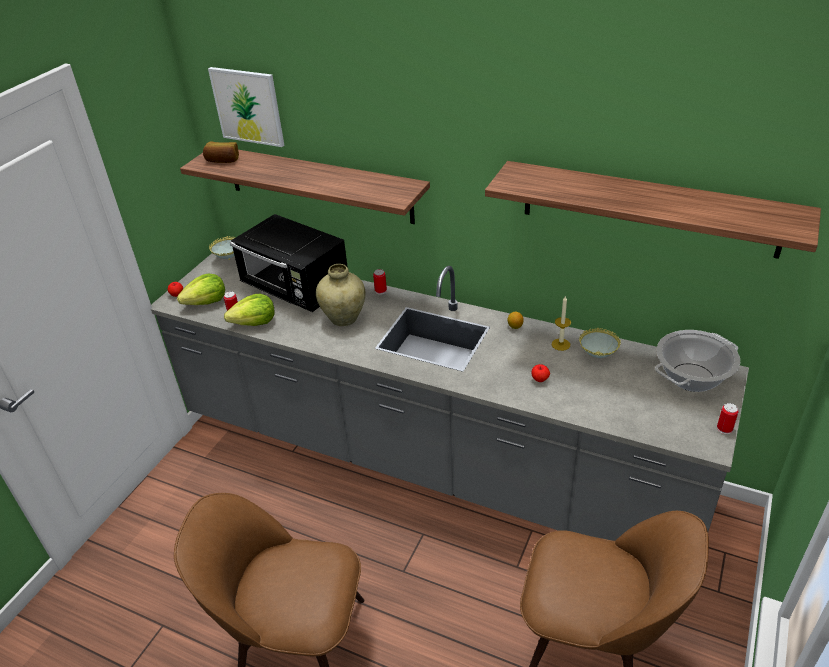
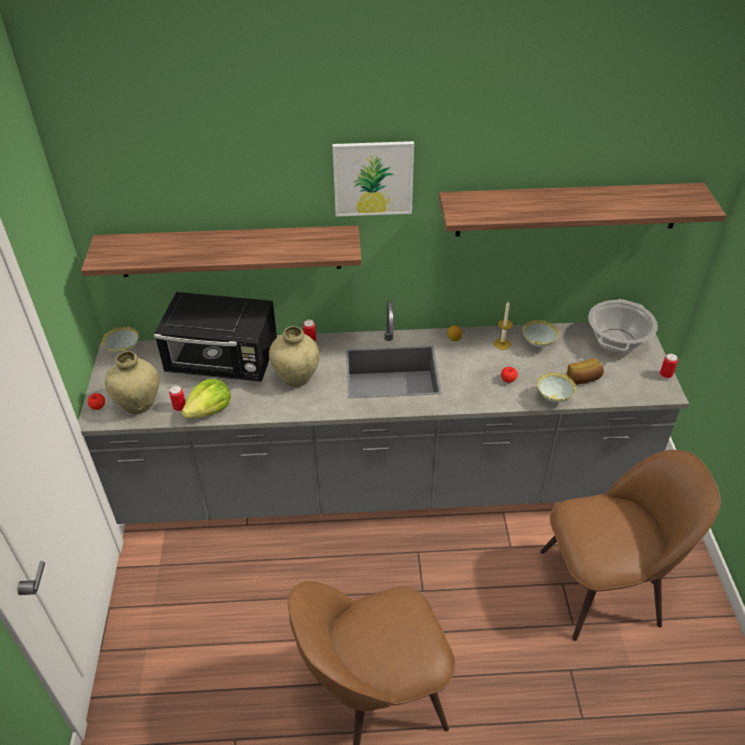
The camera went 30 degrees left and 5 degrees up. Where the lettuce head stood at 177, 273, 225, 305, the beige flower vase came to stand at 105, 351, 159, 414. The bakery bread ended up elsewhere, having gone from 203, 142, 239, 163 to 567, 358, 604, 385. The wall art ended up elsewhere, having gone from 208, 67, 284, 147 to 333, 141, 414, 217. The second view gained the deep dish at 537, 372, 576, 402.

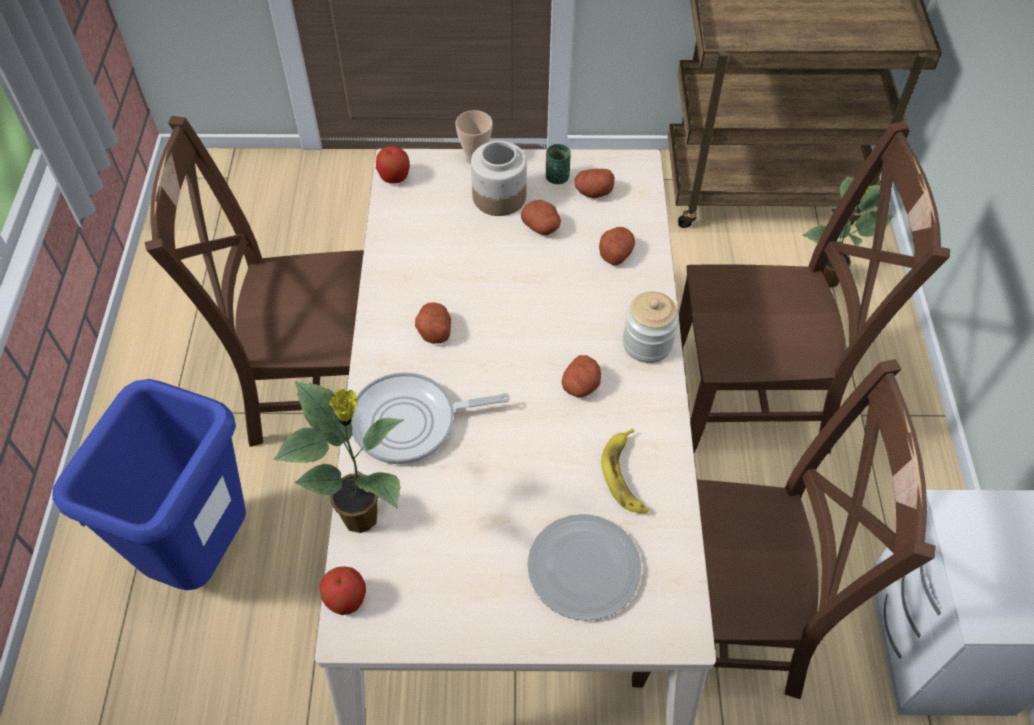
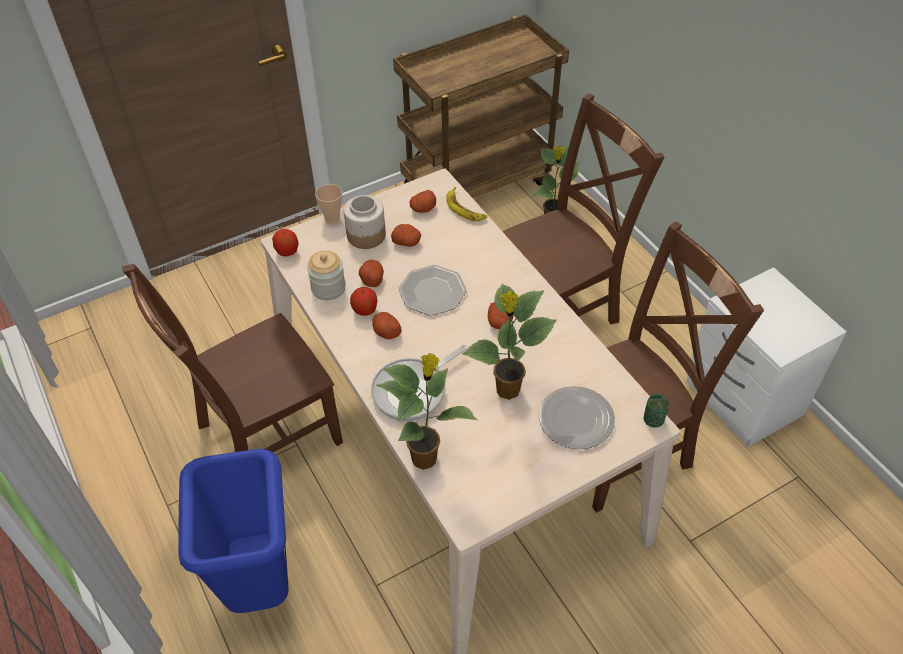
The camera went 30 degrees left and 5 degrees down. The apple ended up elsewhere, having gone from 319, 566, 366, 615 to 350, 287, 378, 316. The green drinking cup ended up elsewhere, having gone from 546, 144, 571, 184 to 644, 394, 669, 428. The spud ended up elsewhere, having gone from 599, 227, 635, 265 to 359, 260, 384, 287. The banana fruit ended up elsewhere, having gone from 601, 428, 649, 513 to 446, 187, 487, 221. The storage jar ended up elsewhere, having gone from 623, 291, 679, 363 to 307, 251, 346, 300. The second view gained the dinner plate at 399, 265, 467, 316. The second view gained the plant in a pot at 462, 284, 557, 400.

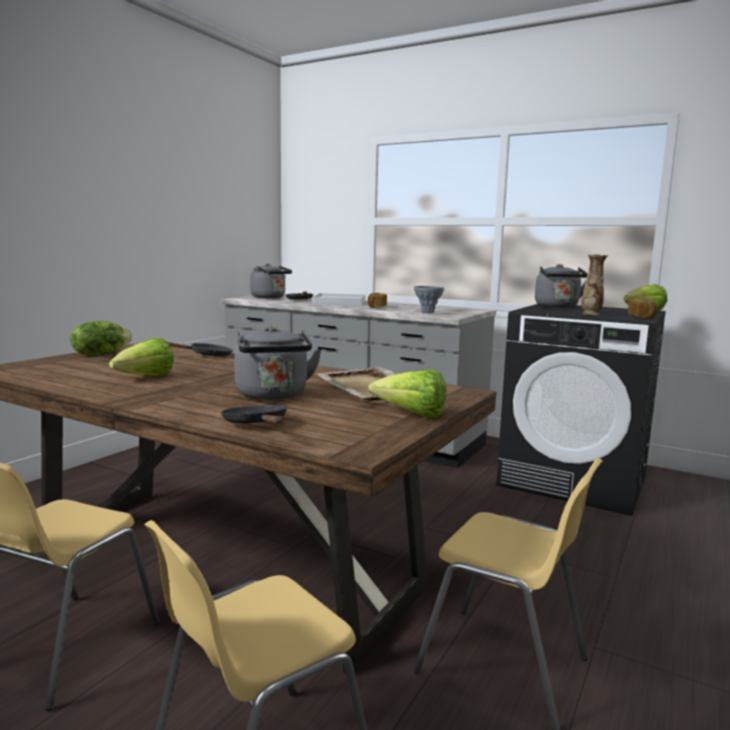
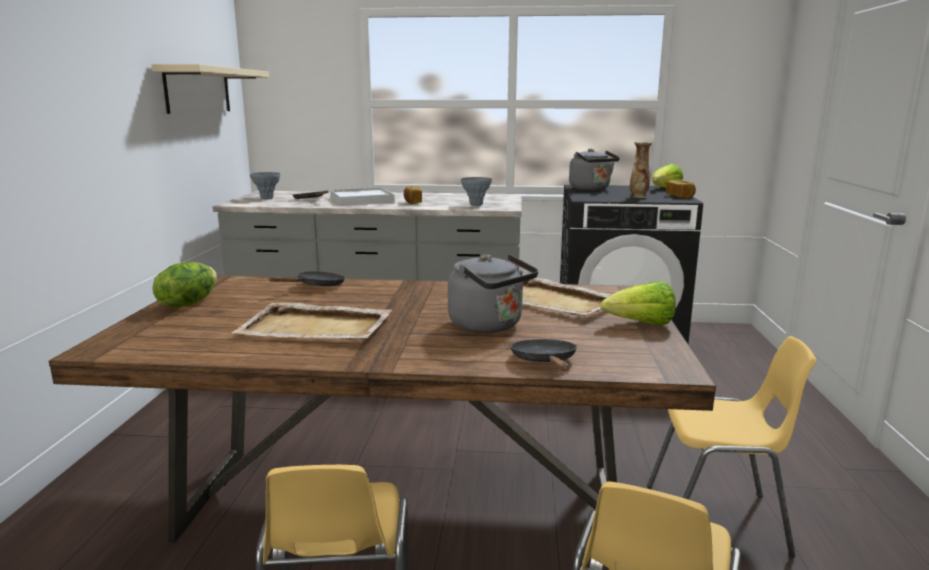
The camera went 25 degrees left and 5 degrees up. Where the lettuce head stood at 109, 338, 174, 376, the beige tray came to stand at 232, 303, 392, 339. The black pan at 221, 405, 287, 423 ended up facing another way, 45 degrees clockwise from before. Where the gray water kettle stood at 250, 263, 292, 298, the gray flower vase came to stand at 250, 172, 280, 199. The second view gained the beige shelf at 151, 64, 269, 114.

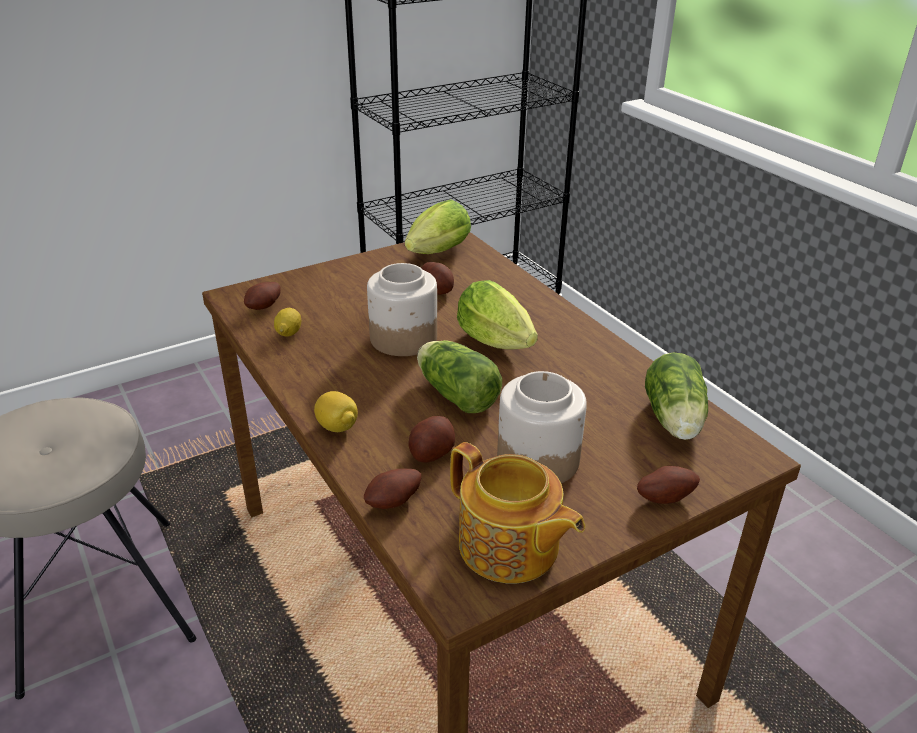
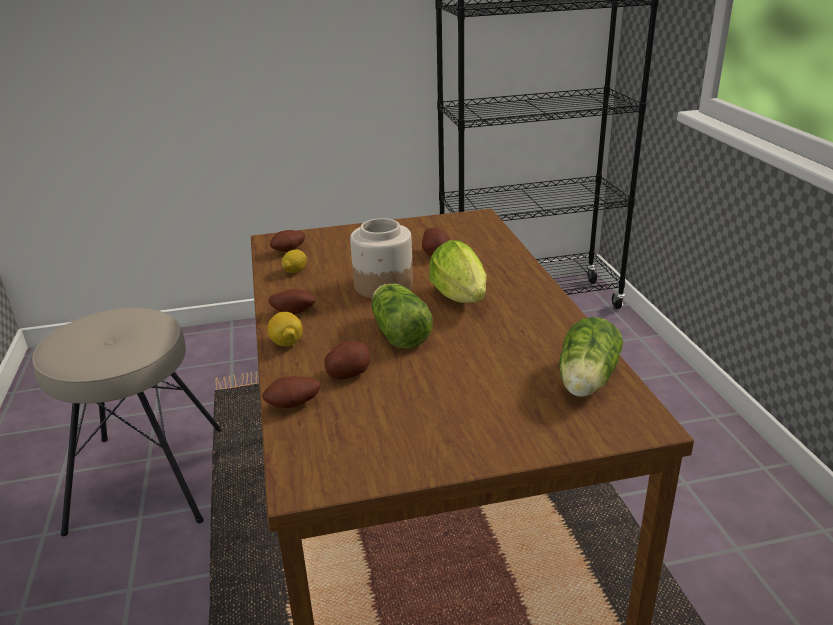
The camera went 20 degrees right and 5 degrees down. The second view lost the lettuce head at 405, 199, 471, 254. The second view lost the pot for tea at 450, 442, 585, 583. The second view lost the storage jar at 497, 371, 587, 483. The spud ended up elsewhere, having gone from 637, 466, 700, 504 to 268, 289, 316, 314.

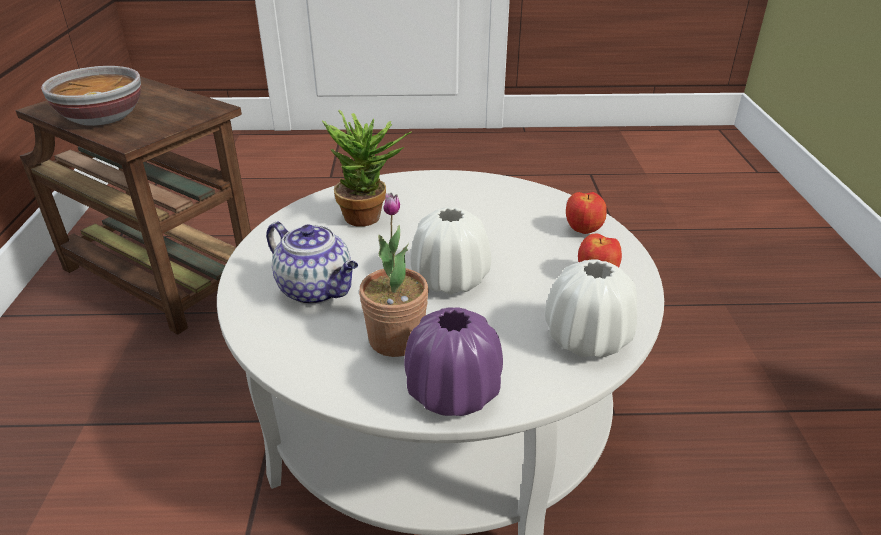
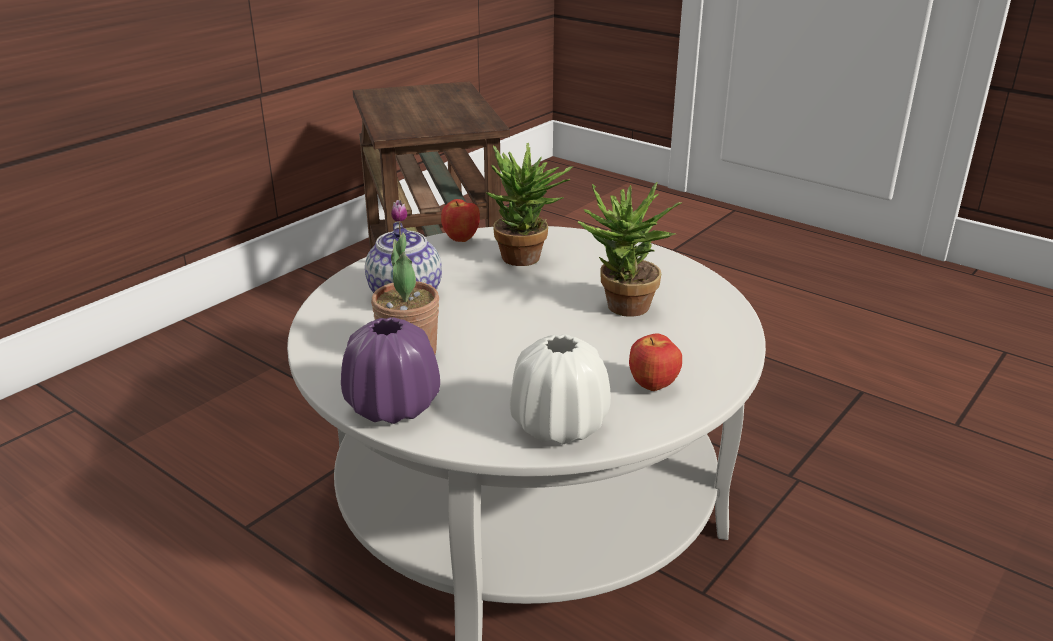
The camera went 40 degrees right and 5 degrees down. The second view lost the deep dish at 41, 66, 141, 126. The second view lost the white-coloured flower vase at 410, 207, 491, 295. The apple ended up elsewhere, having gone from 566, 192, 607, 234 to 441, 199, 480, 242. The second view gained the plant in a pot at 578, 182, 682, 317.

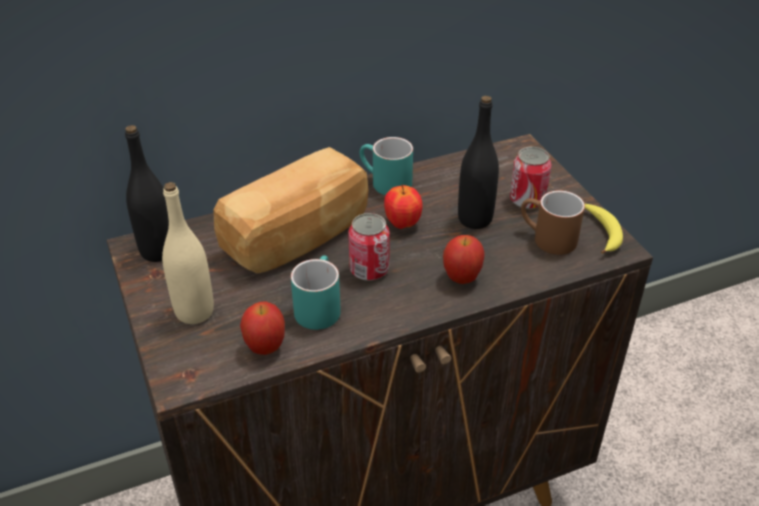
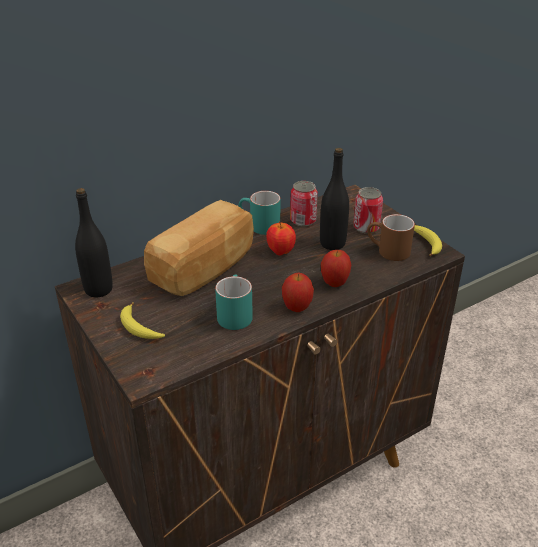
The camera went 10 degrees left and 5 degrees down. Where the beige bottle stood at 162, 182, 214, 324, the banana fruit came to stand at 120, 302, 165, 339. The apple ended up elsewhere, having gone from 240, 301, 285, 355 to 282, 273, 314, 312. The metal can ended up elsewhere, having gone from 348, 213, 390, 281 to 290, 181, 318, 226.

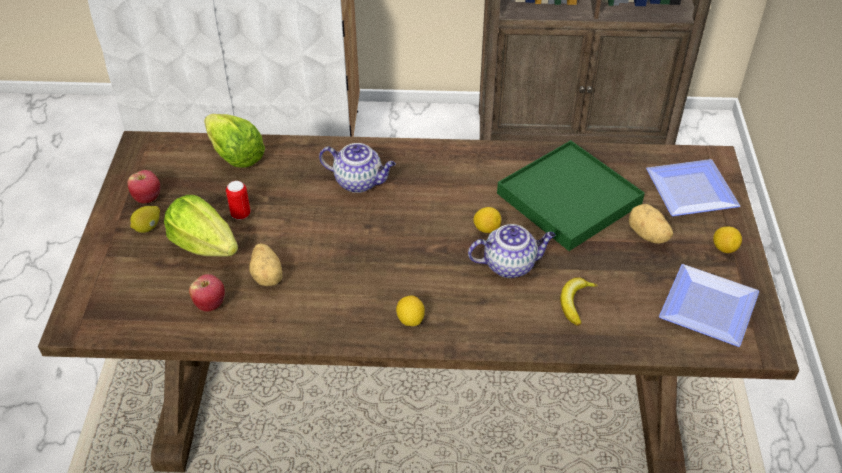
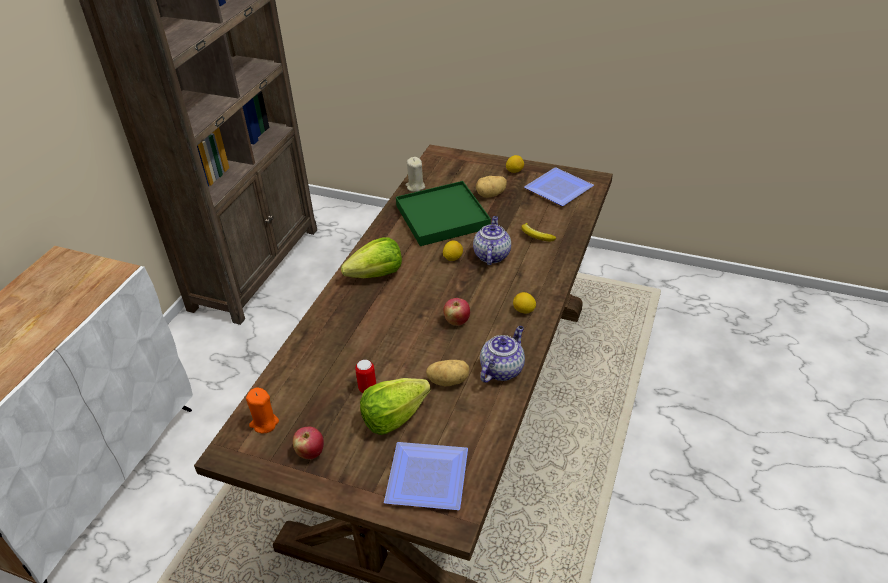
The camera went 70 degrees left and 5 degrees down. The second view lost the citrus fruit at 130, 206, 160, 233. The apple ended up elsewhere, having gone from 189, 274, 225, 312 to 443, 298, 470, 326. The lettuce head ended up elsewhere, having gone from 204, 114, 265, 168 to 341, 237, 402, 278. The pot for tea ended up elsewhere, having gone from 319, 143, 396, 193 to 480, 326, 525, 383. The dinner plate ended up elsewhere, having gone from 646, 159, 740, 216 to 384, 442, 468, 510. The second view gained the orange candle at 246, 388, 279, 433. The second view gained the beige candle at 406, 157, 425, 192.

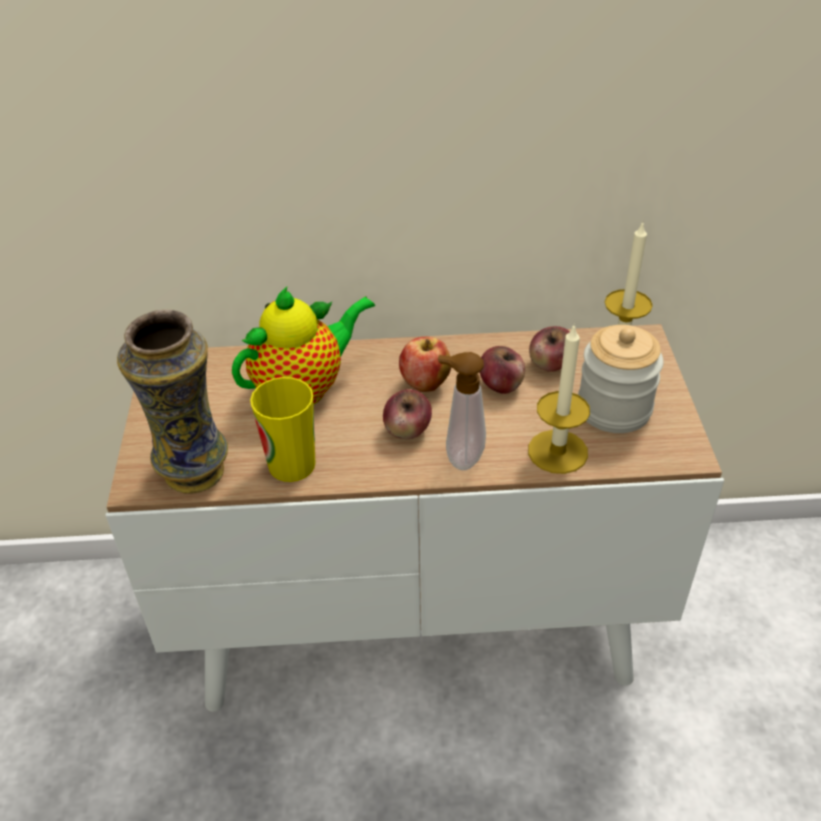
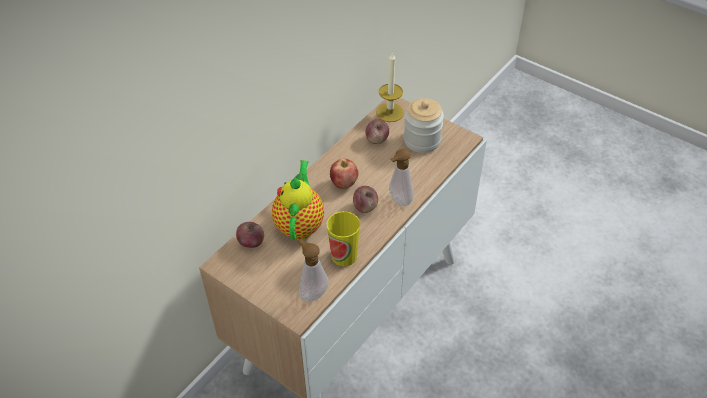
The camera went 50 degrees left and 5 degrees up. Where the flower vase stood at 117, 309, 228, 494, the liquid soap bottle came to stand at 298, 239, 329, 301. The apple ended up elsewhere, having gone from 480, 346, 525, 394 to 236, 222, 264, 248. The second view lost the candle at 528, 323, 590, 474.

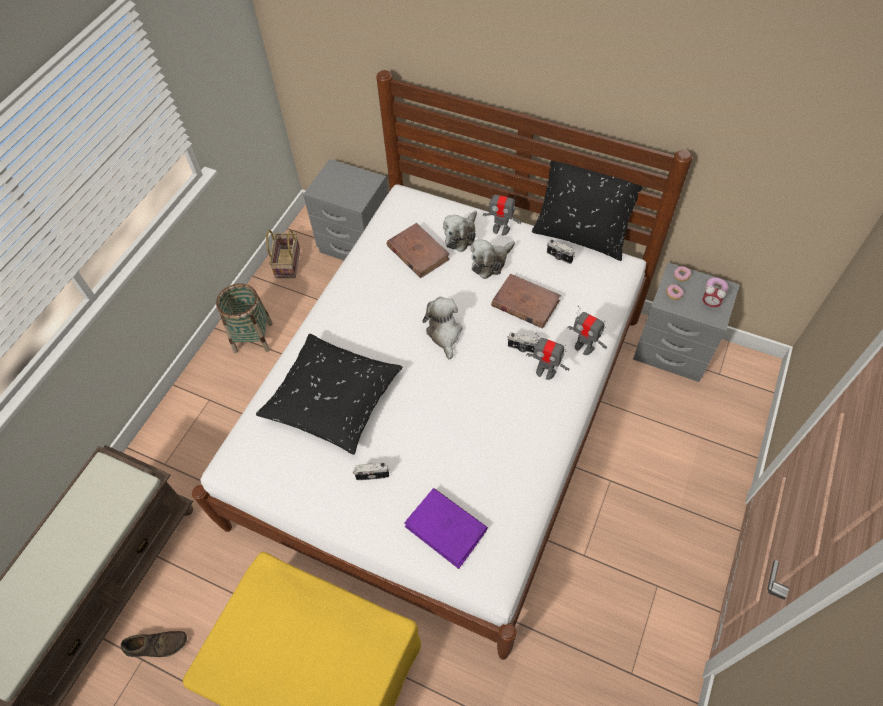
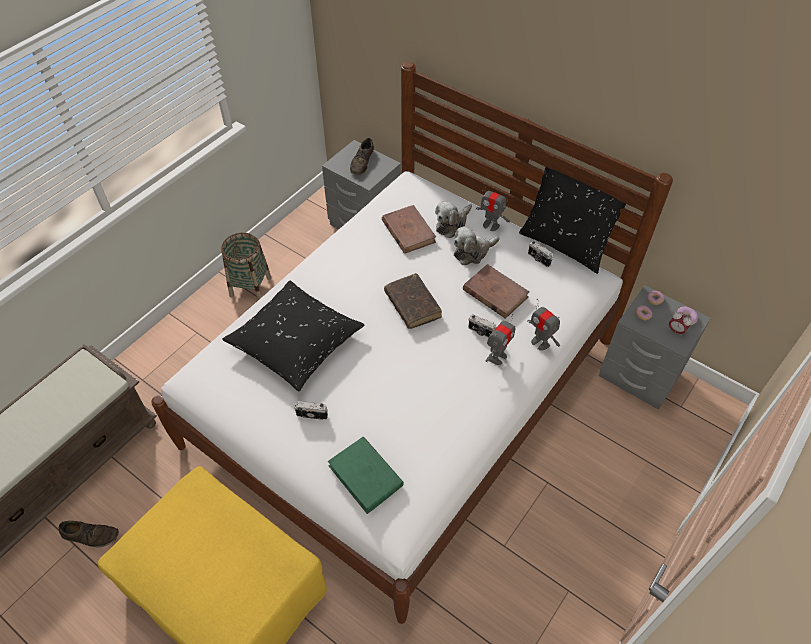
The camera went 10 degrees right and 5 degrees down. The second view lost the basket at 266, 230, 300, 278. What was the purple-coloured volume at 404, 488, 488, 569 turned into the green volume at 328, 437, 404, 514. Where the soft toy stood at 422, 297, 462, 359, the brown-coloured volume came to stand at 384, 273, 442, 329. The toy robot at 526, 333, 569, 380 ended up facing another way, 90 degrees counterclockwise from before. The second view gained the brown-coloured item of footwear at 350, 138, 374, 175.

